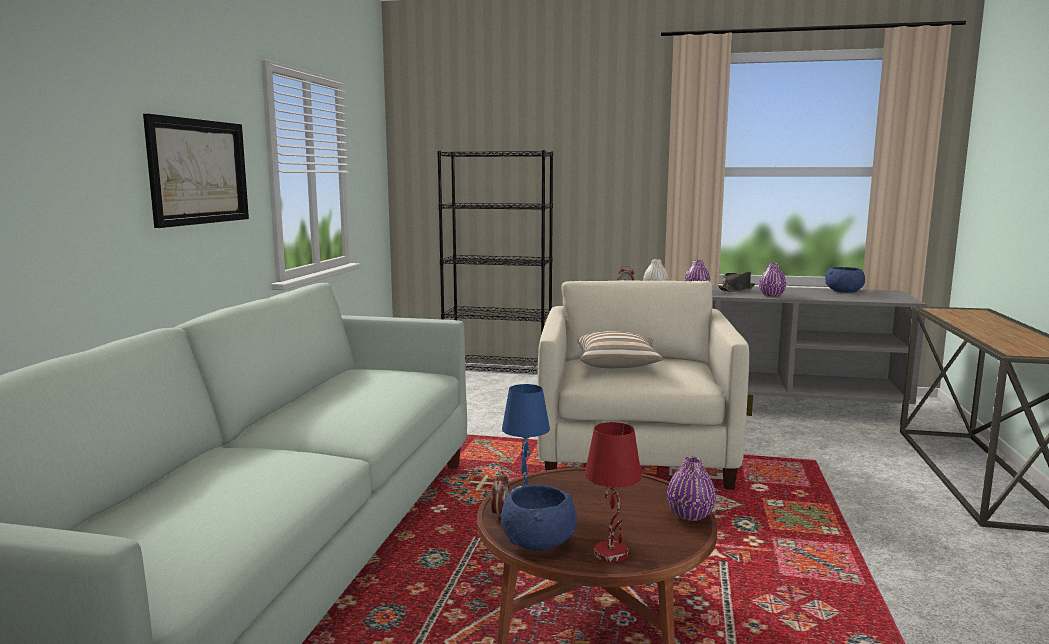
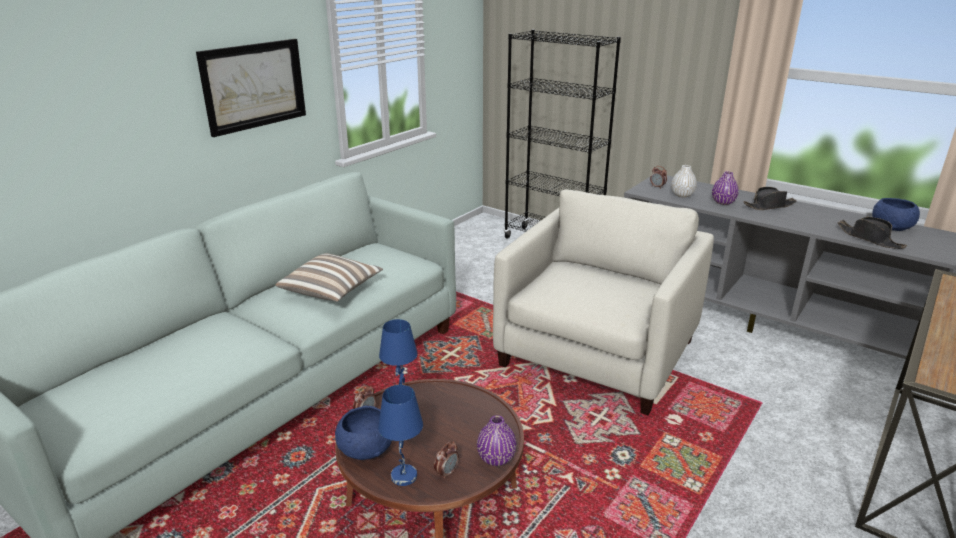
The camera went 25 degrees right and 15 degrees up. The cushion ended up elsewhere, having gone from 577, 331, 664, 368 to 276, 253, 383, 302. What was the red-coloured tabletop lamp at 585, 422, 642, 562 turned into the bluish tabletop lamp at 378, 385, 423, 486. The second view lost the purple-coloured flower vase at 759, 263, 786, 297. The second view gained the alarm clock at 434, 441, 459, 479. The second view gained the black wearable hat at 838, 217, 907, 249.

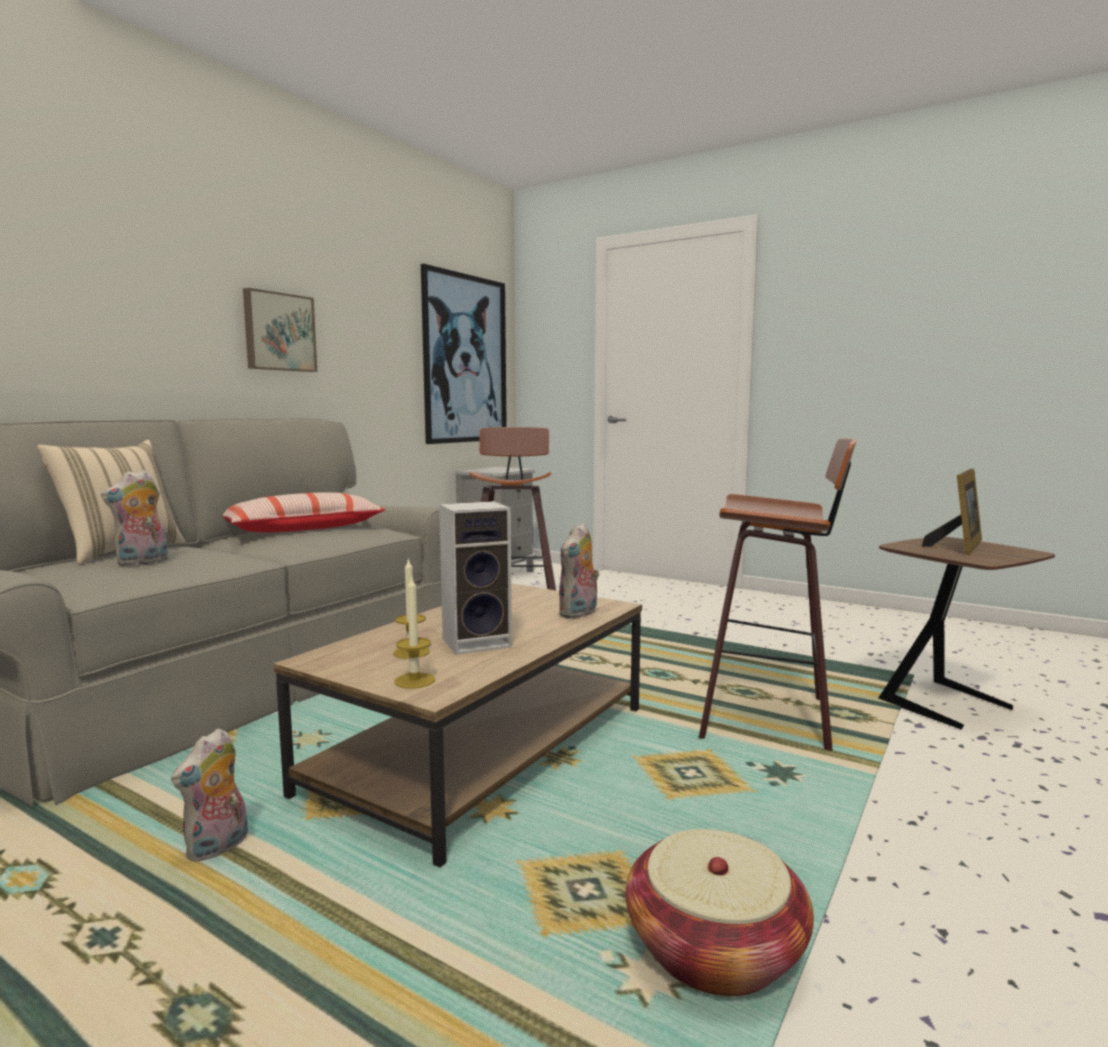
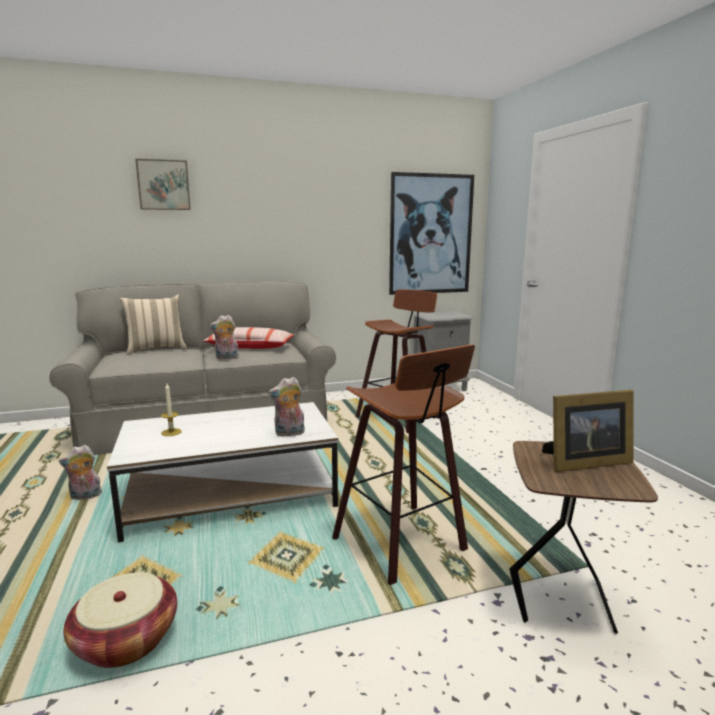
The camera went 40 degrees right and 5 degrees up. The soft toy ended up elsewhere, having gone from 101, 470, 169, 566 to 210, 315, 239, 359. The wall art ended up elsewhere, having gone from 243, 288, 317, 372 to 135, 159, 191, 210. What was the brown-coloured coffee table at 273, 583, 642, 868 turned into the white-coloured coffee table at 107, 402, 338, 542. The second view lost the candle at 395, 575, 435, 689. The second view lost the loudspeaker at 439, 501, 512, 655.

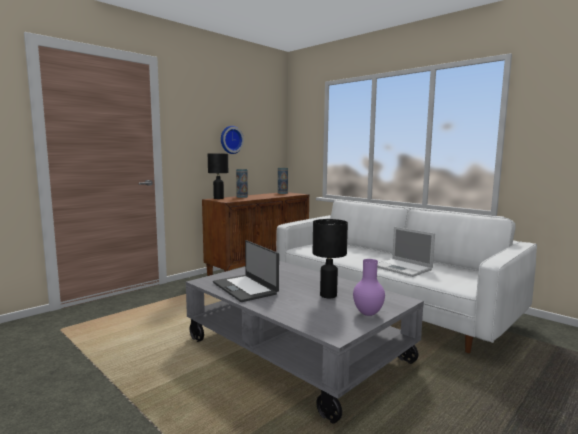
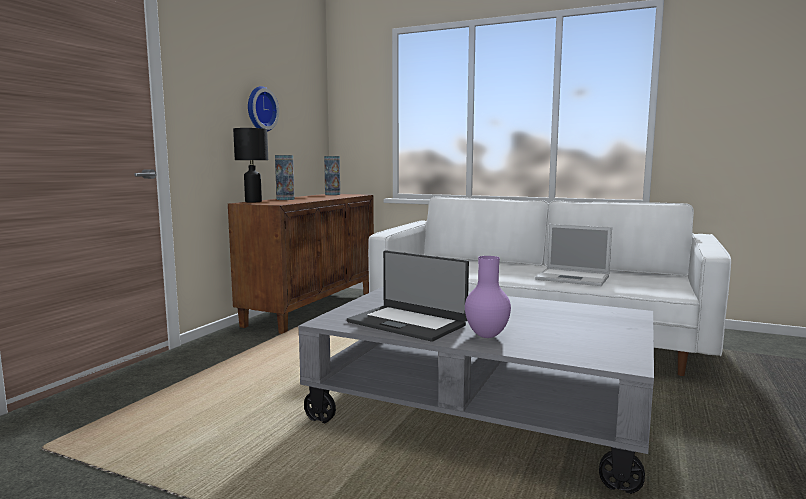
The camera went 20 degrees left and 0 degrees up. The second view lost the black tabletop lamp at 313, 219, 348, 298. The purple-coloured flower vase ended up elsewhere, having gone from 353, 259, 385, 316 to 465, 256, 511, 338.

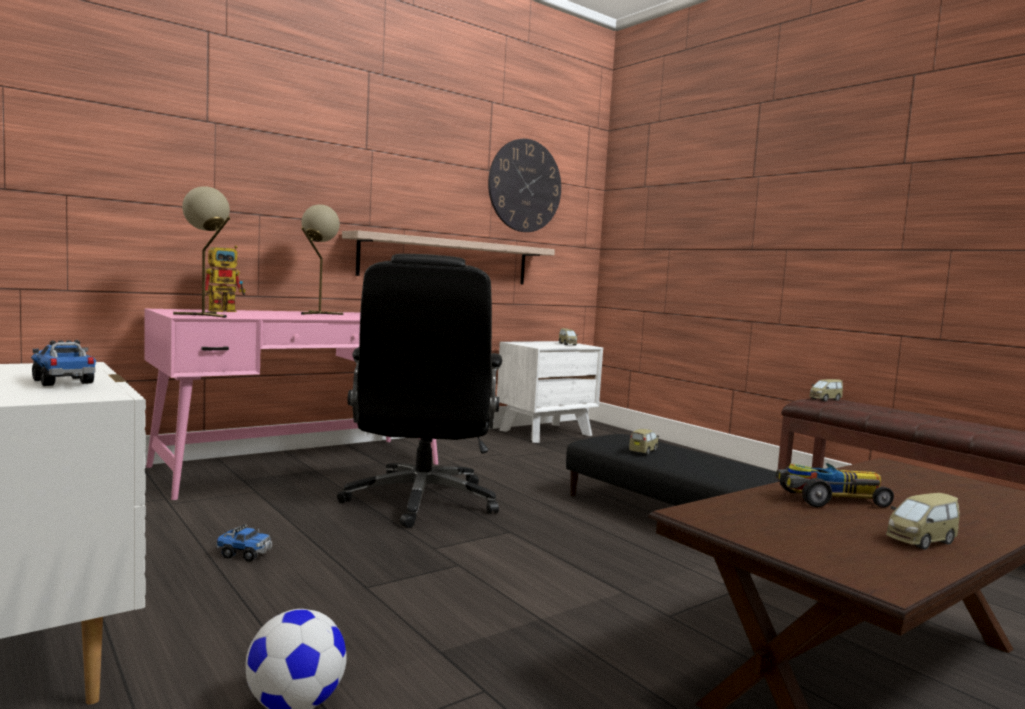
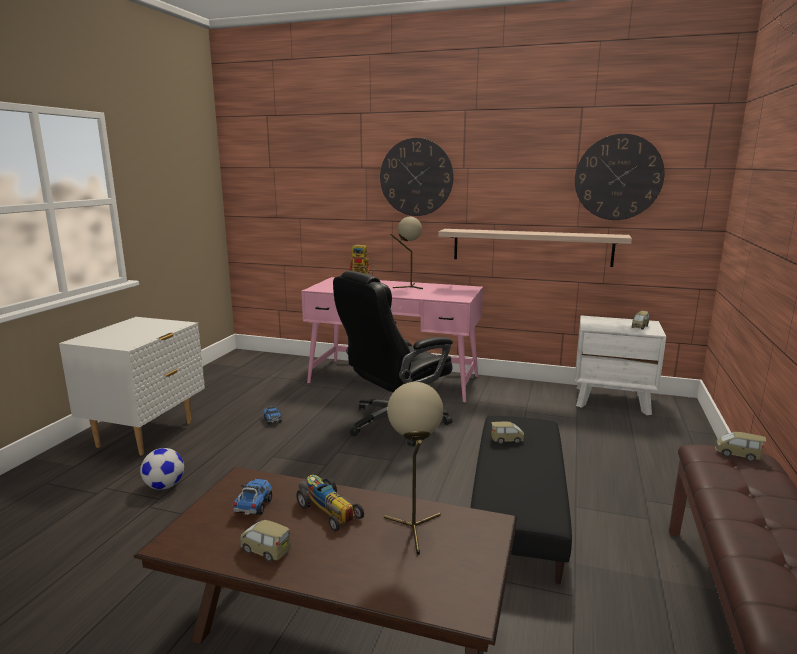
The camera went 55 degrees right and 10 degrees up. The toy lorry ended up elsewhere, having gone from 31, 340, 96, 386 to 232, 479, 272, 515. The beige tabletop lamp ended up elsewhere, having gone from 173, 186, 231, 318 to 384, 382, 443, 555. The second view gained the hanging clock at 380, 138, 454, 216.

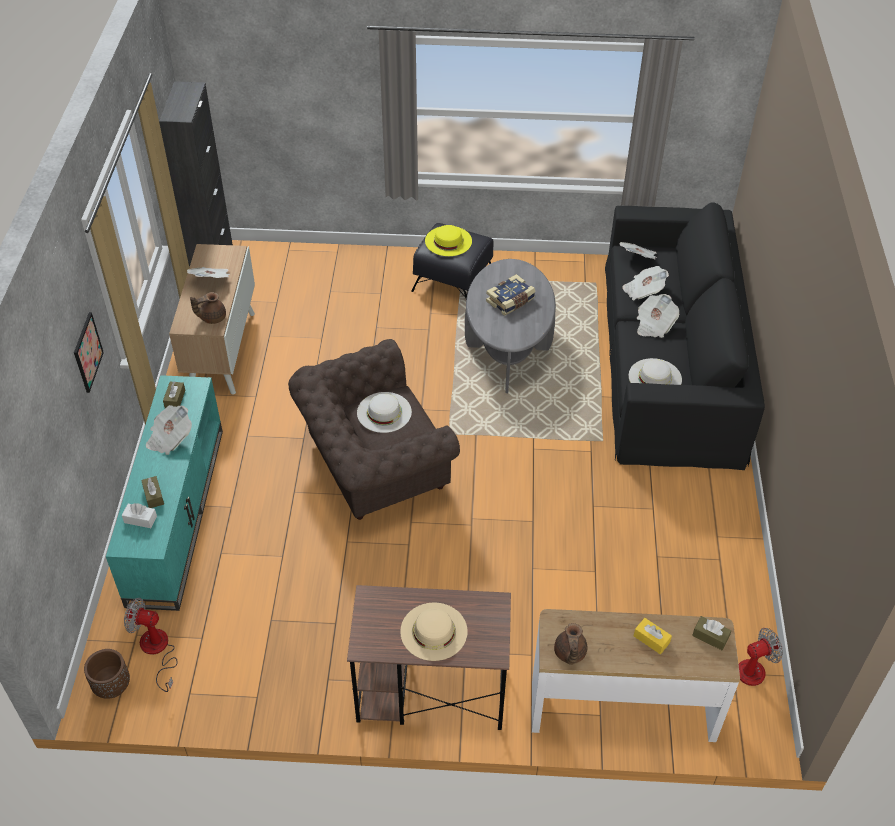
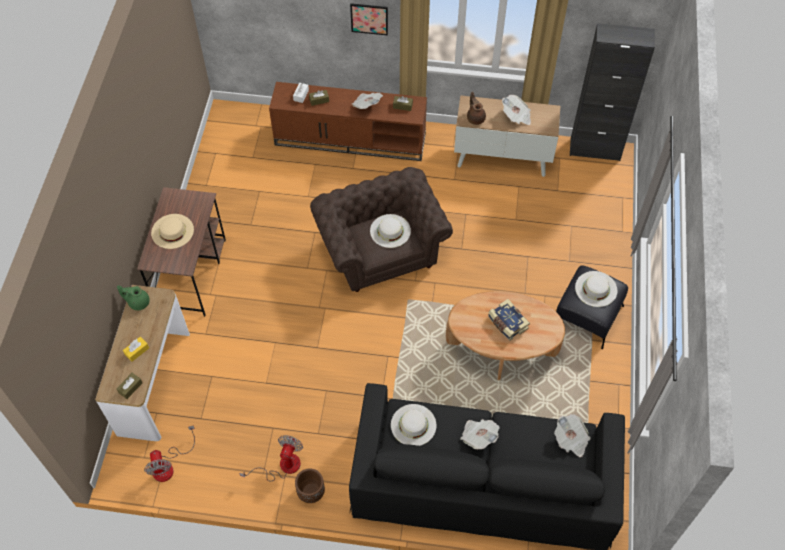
The camera went 95 degrees right and 10 degrees up. The brown-coloured planter ended up elsewhere, having gone from 84, 649, 130, 699 to 295, 468, 325, 503. What was the blue-green tv stand at 106, 375, 223, 611 turned into the brown-coloured tv stand at 269, 82, 427, 161. The fan ended up elsewhere, having gone from 124, 598, 178, 692 to 239, 435, 303, 481. What was the yellow-coloured wearable hat at 425, 225, 472, 256 turned into the white-coloured wearable hat at 575, 271, 617, 307. What was the gray coffee table at 465, 259, 556, 393 turned into the brown-coloured coffee table at 446, 291, 565, 380. What was the brown-coloured pot for tea at 554, 623, 587, 665 turned into the green pot for tea at 117, 285, 150, 310. The second view lost the printed paper at 622, 266, 669, 300.

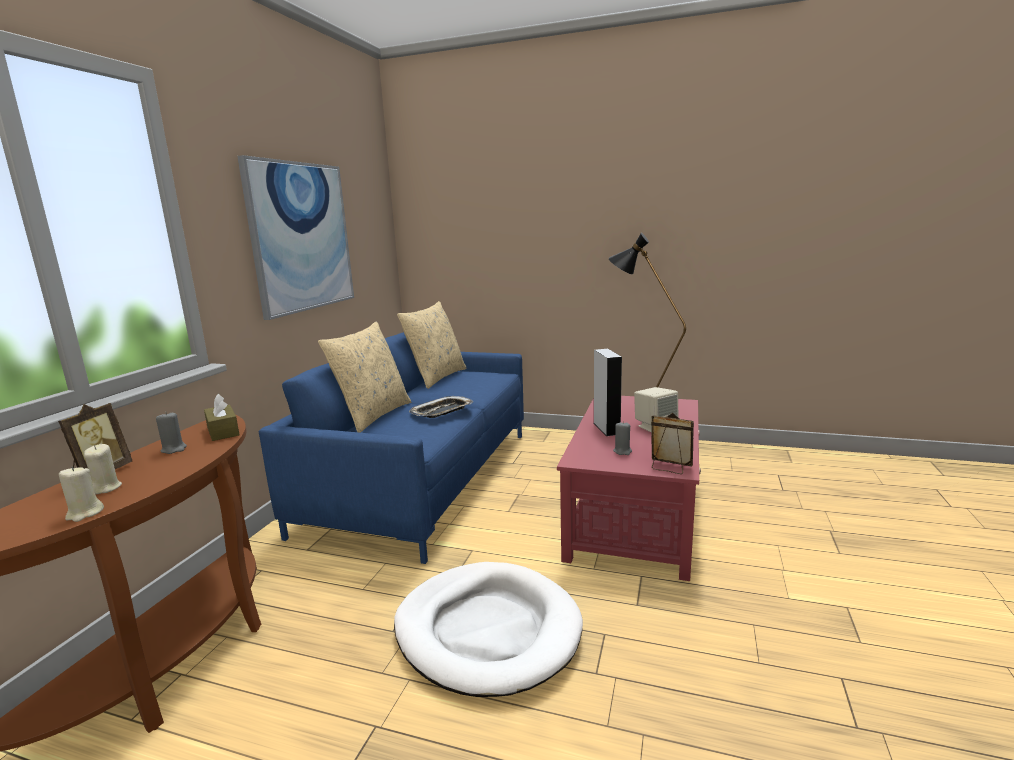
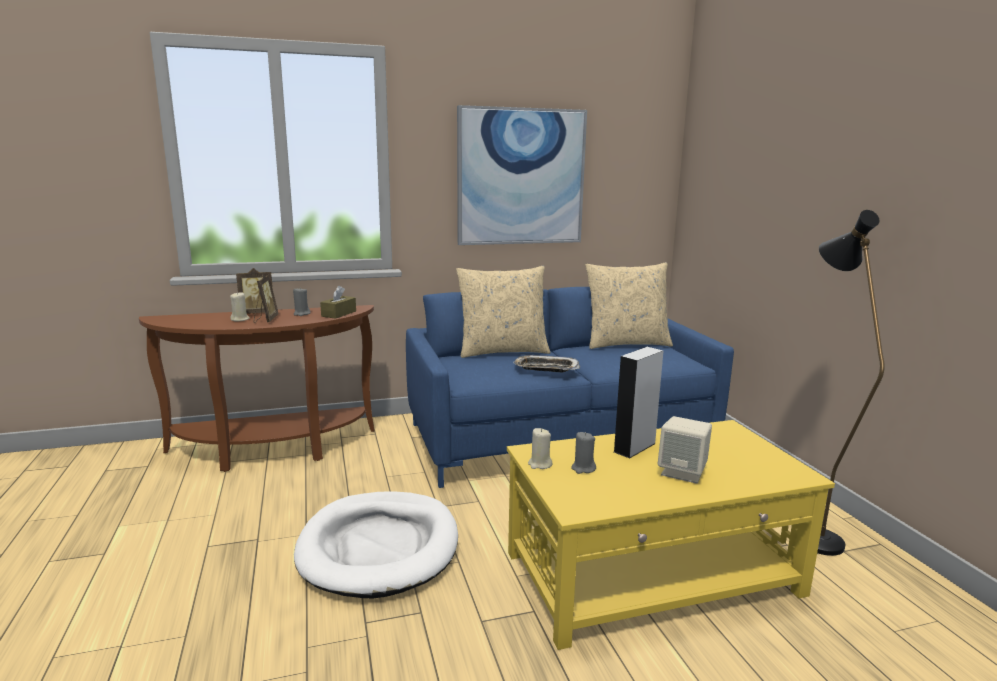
The camera went 55 degrees right and 0 degrees up. The beige candle ended up elsewhere, having gone from 59, 467, 104, 522 to 528, 428, 552, 469. What was the red-coloured coffee table at 557, 396, 701, 581 turned into the yellow-coloured coffee table at 507, 420, 835, 650. The photo frame ended up elsewhere, having gone from 651, 413, 694, 474 to 254, 273, 279, 323.

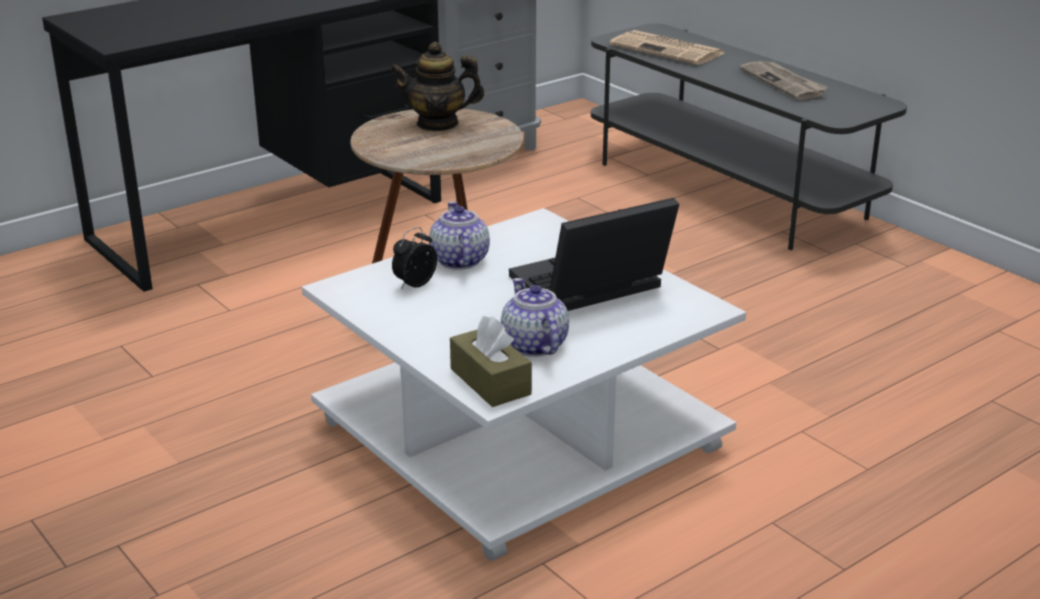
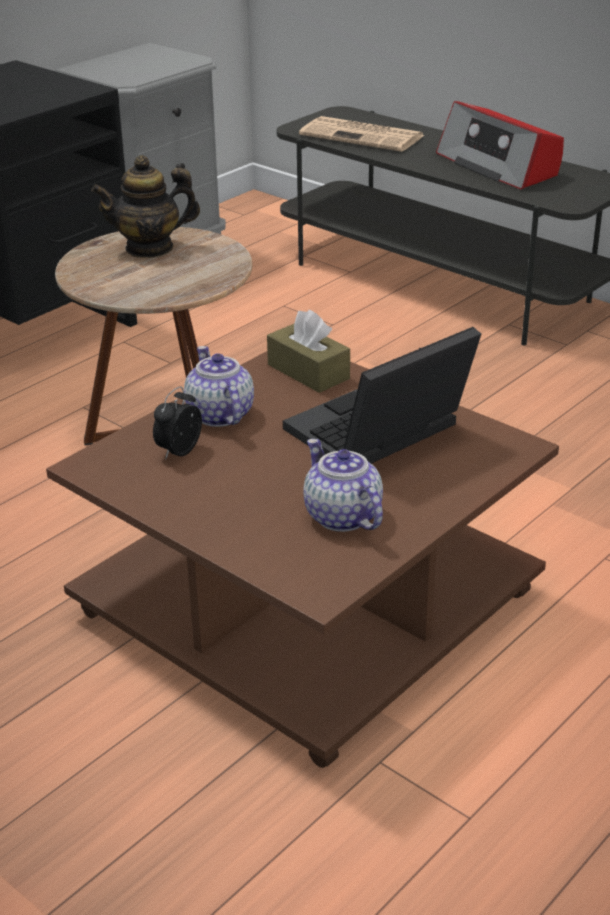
The camera went 10 degrees left and 5 degrees up. What was the white-coloured coffee table at 302, 208, 746, 561 turned into the brown-coloured coffee table at 46, 351, 559, 768. The brown-coloured tissue holder ended up elsewhere, having gone from 450, 316, 532, 407 to 267, 310, 350, 393. Where the printed paper stood at 740, 61, 828, 100, the radio set came to stand at 436, 101, 564, 190.

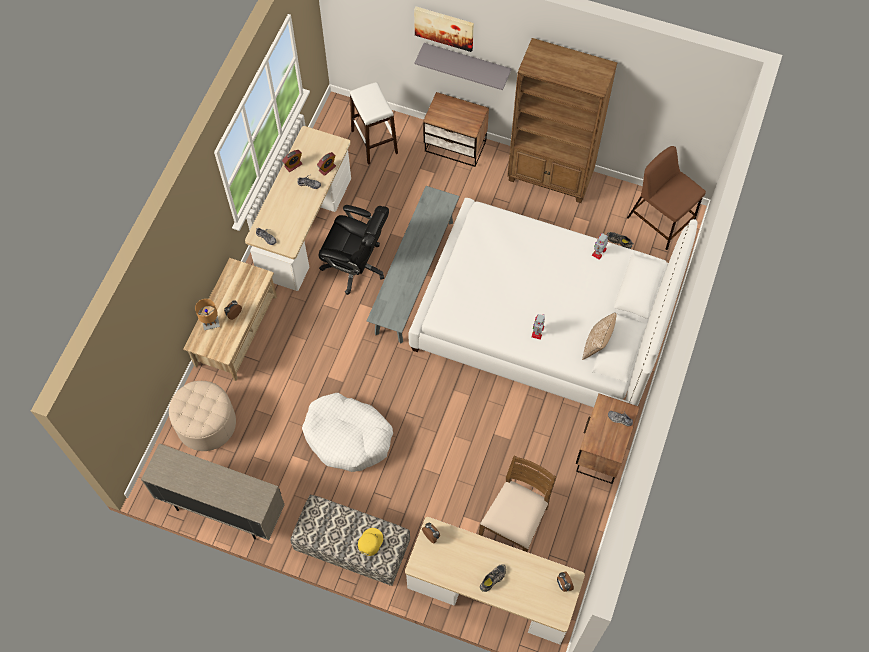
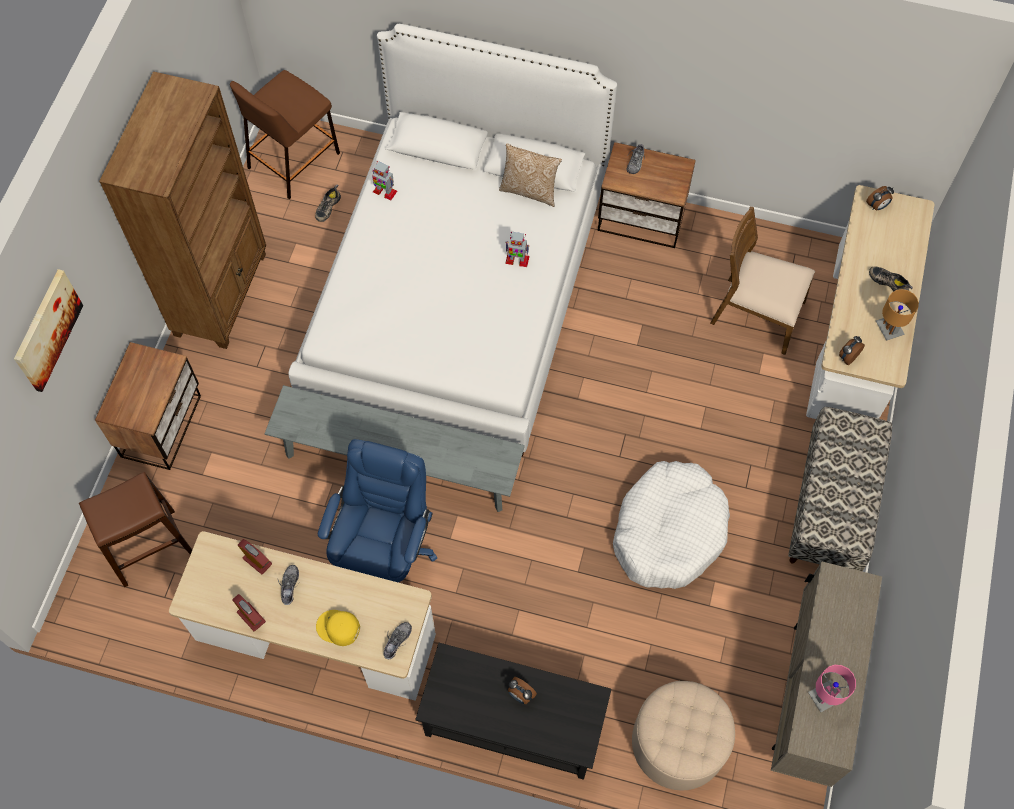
The camera went 95 degrees left and 0 degrees up. What was the beige coffee table at 183, 258, 277, 381 turned into the black coffee table at 415, 643, 611, 780. The brown-coloured tabletop lamp ended up elsewhere, having gone from 195, 299, 220, 330 to 876, 289, 919, 341. What was the black desk chair at 318, 205, 389, 295 turned into the bluish desk chair at 318, 439, 437, 582. What was the white-coloured stool at 350, 82, 398, 165 turned into the brown-coloured stool at 79, 472, 192, 587. The yellow-coloured peaked cap ended up elsewhere, having gone from 358, 528, 383, 556 to 316, 610, 360, 646. The second view lost the gray shelf at 414, 43, 512, 90. The second view gained the pinkish tabletop lamp at 808, 665, 856, 712.

